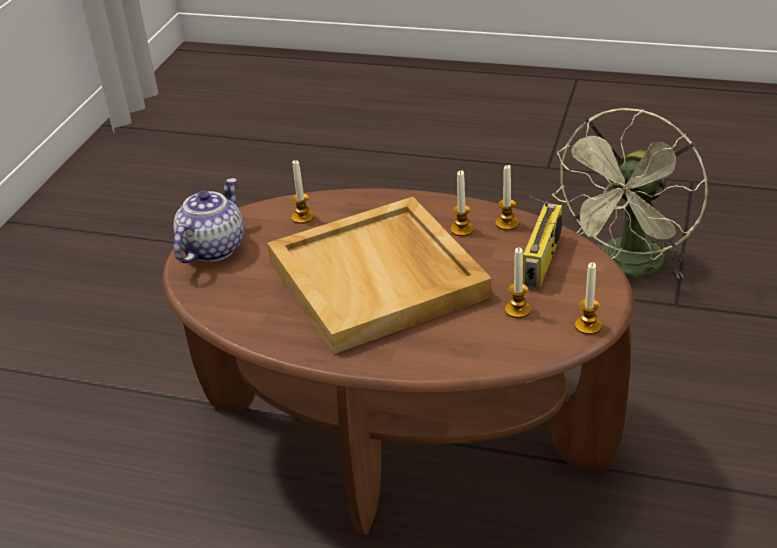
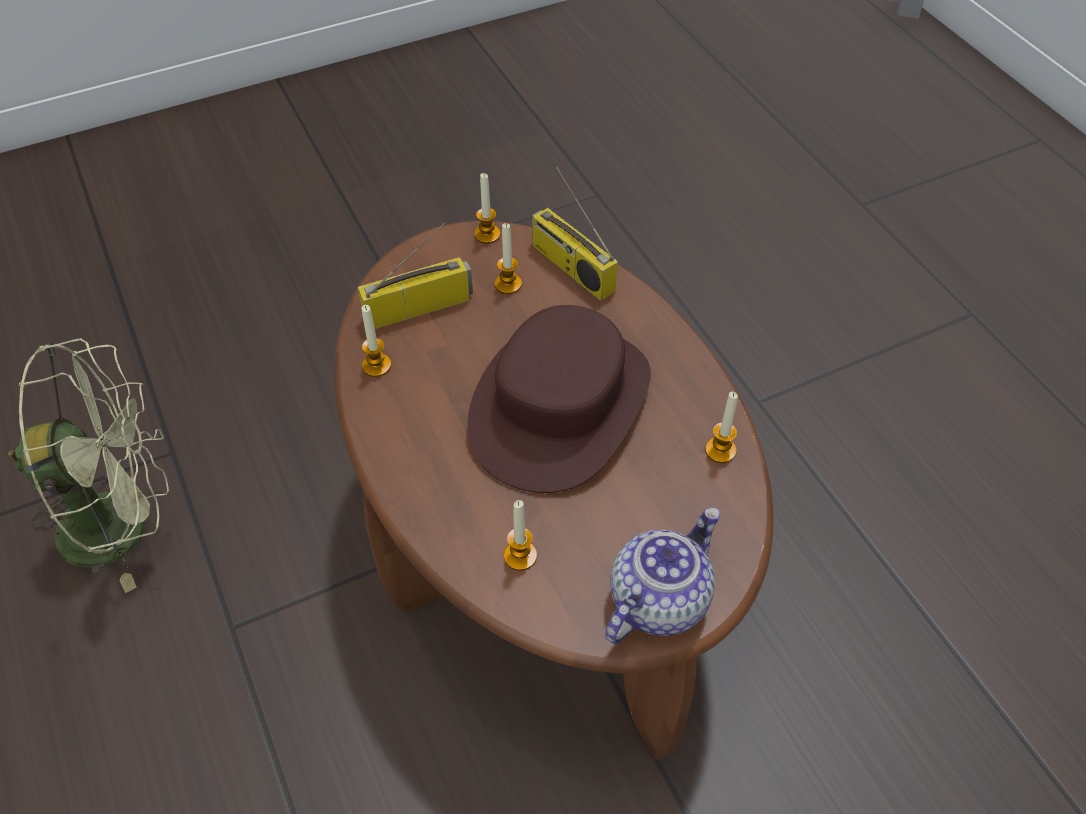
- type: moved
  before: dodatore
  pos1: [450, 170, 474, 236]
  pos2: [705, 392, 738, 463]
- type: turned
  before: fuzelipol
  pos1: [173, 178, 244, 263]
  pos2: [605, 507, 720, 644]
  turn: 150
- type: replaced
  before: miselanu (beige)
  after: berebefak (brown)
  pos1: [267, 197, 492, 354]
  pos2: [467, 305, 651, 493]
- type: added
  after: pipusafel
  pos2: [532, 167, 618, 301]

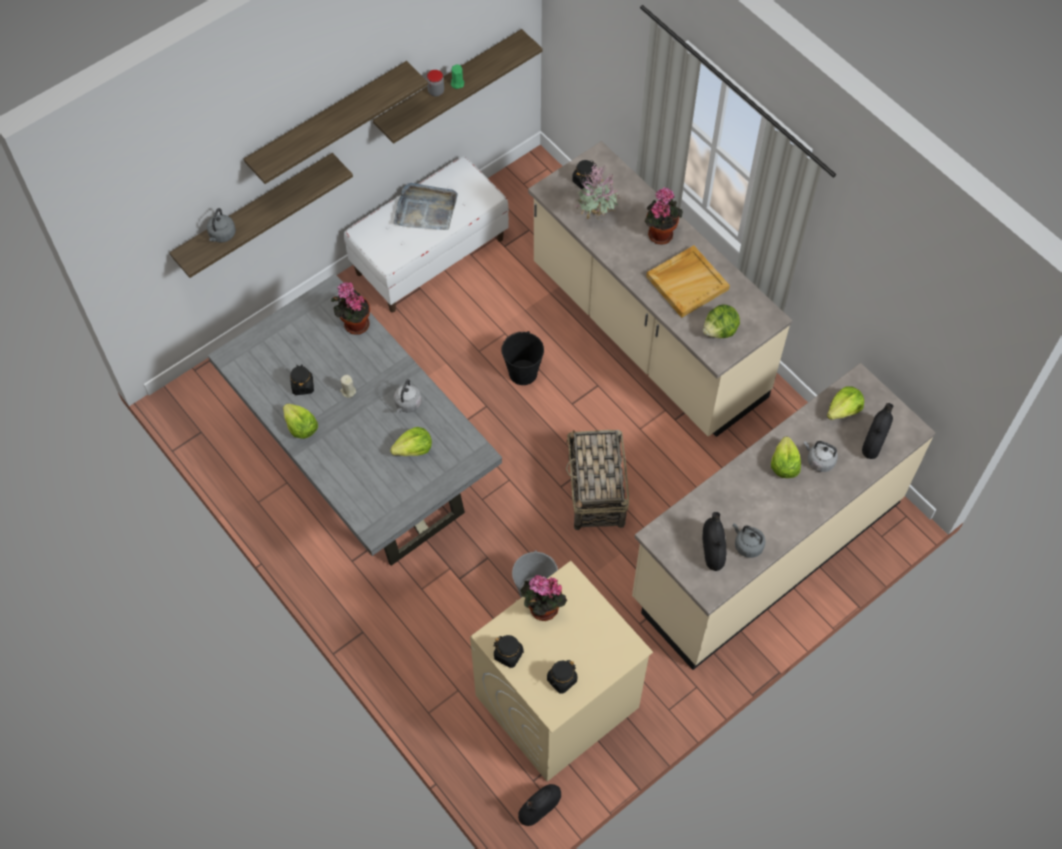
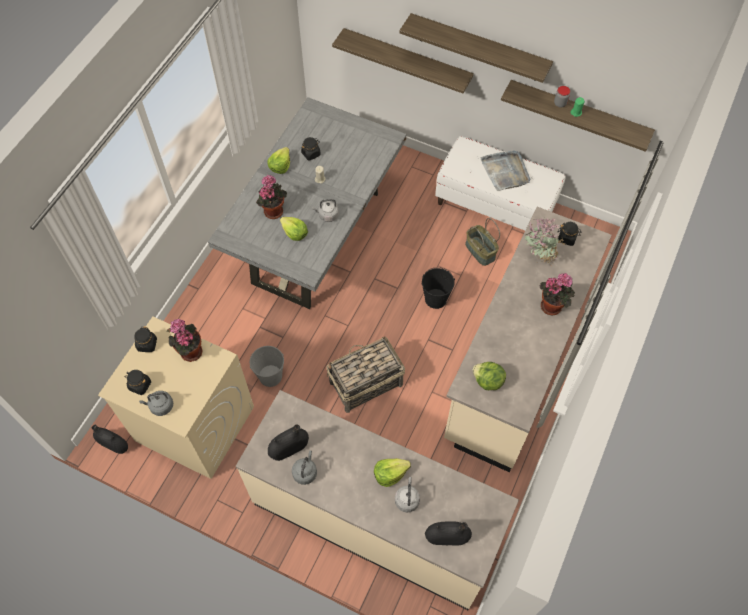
- type: moved
  before: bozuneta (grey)
  pos1: [207, 208, 236, 243]
  pos2: [139, 391, 173, 416]
- type: removed
  before: miselanu (beige)
  pos1: [646, 245, 730, 318]
- type: moved
  before: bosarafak
  pos1: [331, 282, 370, 335]
  pos2: [256, 175, 287, 219]
- type: removed
  before: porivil
  pos1: [827, 386, 864, 420]
- type: added
  after: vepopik
  pos2: [465, 218, 500, 266]

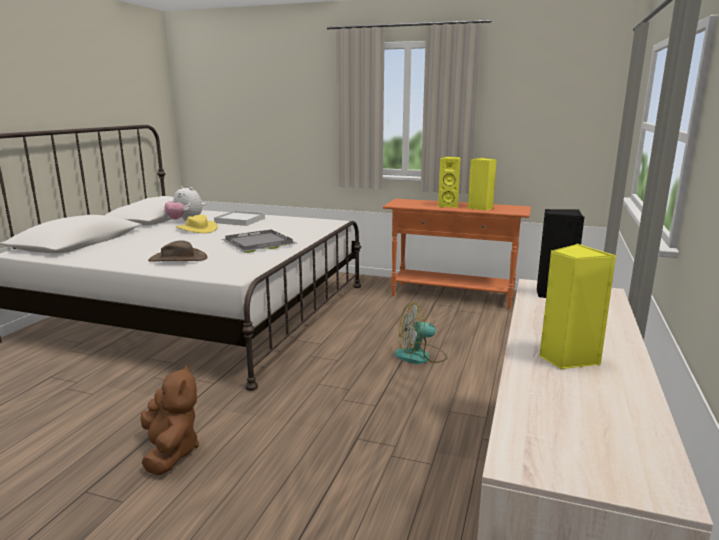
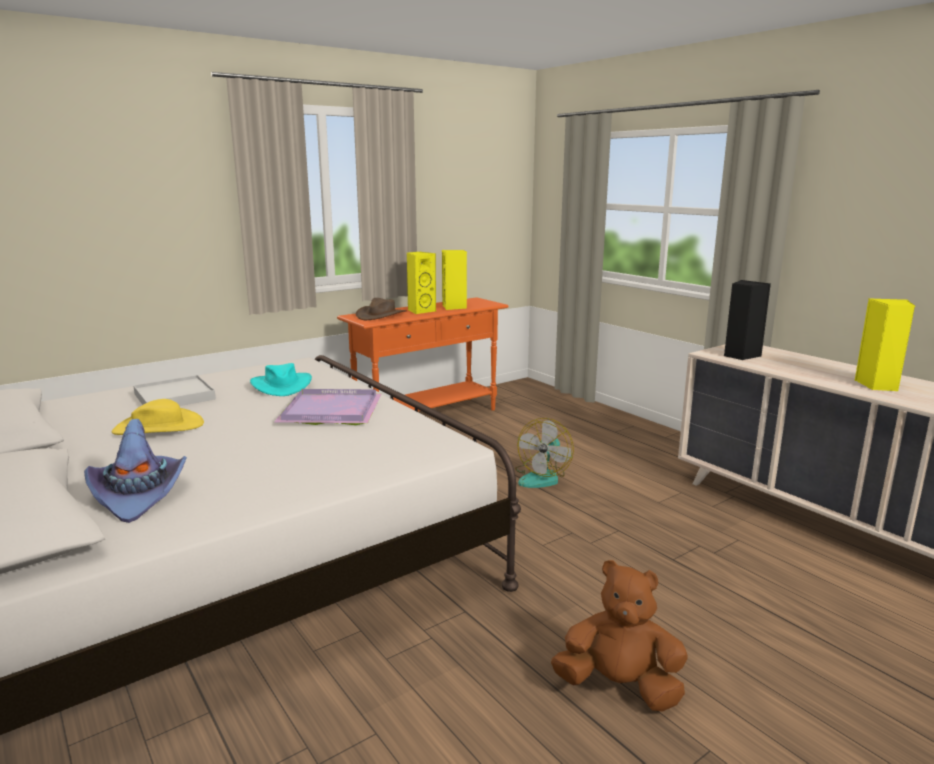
- type: removed
  before: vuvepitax
  pos1: [165, 186, 202, 221]
- type: recoloured
  before: miselanu (grey)
  after: miselanu (purple)
  pos1: [222, 230, 296, 253]
  pos2: [274, 389, 382, 425]
- type: moved
  before: berebefak (brown)
  pos1: [148, 240, 207, 262]
  pos2: [356, 298, 407, 320]
- type: added
  after: berebefak (turquoise)
  pos2: [250, 363, 312, 396]
- type: added
  after: berebefak (purple)
  pos2: [84, 419, 187, 523]

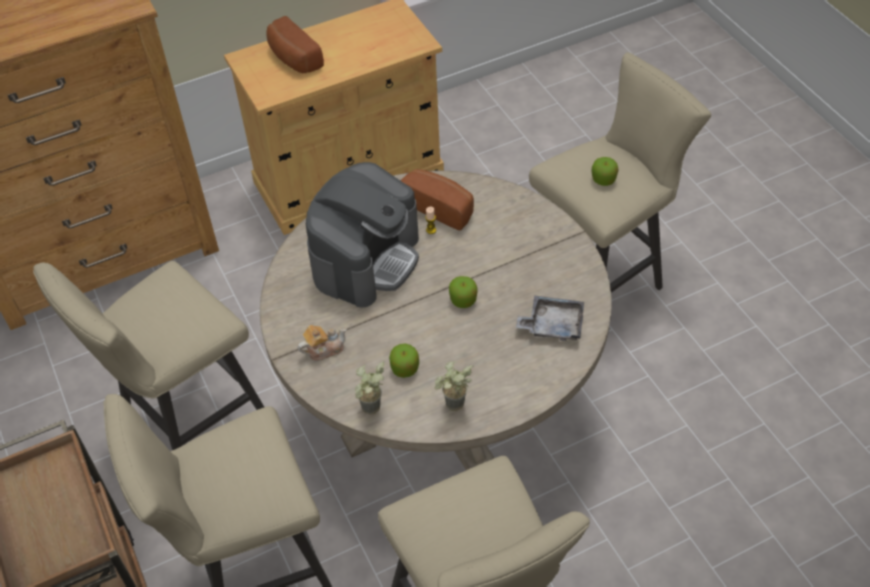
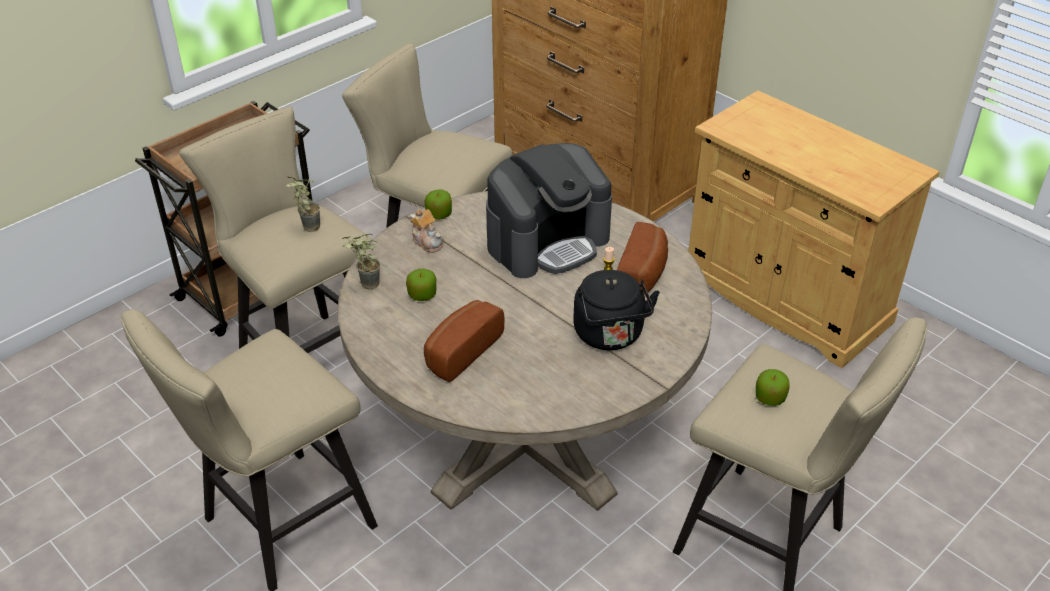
- type: moved
  before: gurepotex
  pos1: [266, 16, 324, 73]
  pos2: [424, 300, 504, 382]
- type: turned
  before: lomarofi
  pos1: [306, 162, 419, 308]
  pos2: [486, 143, 612, 278]
  turn: -45
- type: moved
  before: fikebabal
  pos1: [449, 276, 478, 308]
  pos2: [424, 189, 452, 220]
- type: removed
  before: miselanu (grey)
  pos1: [516, 295, 584, 341]
- type: moved
  before: bosarafak
  pos1: [434, 361, 474, 411]
  pos2: [286, 177, 320, 232]
- type: added
  after: bozuneta (black)
  pos2: [573, 270, 660, 350]

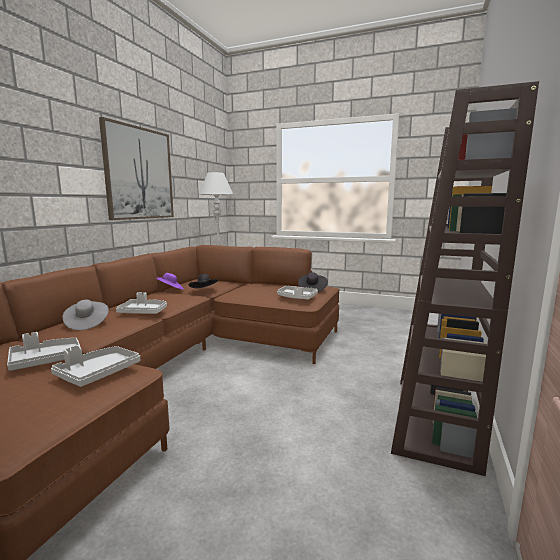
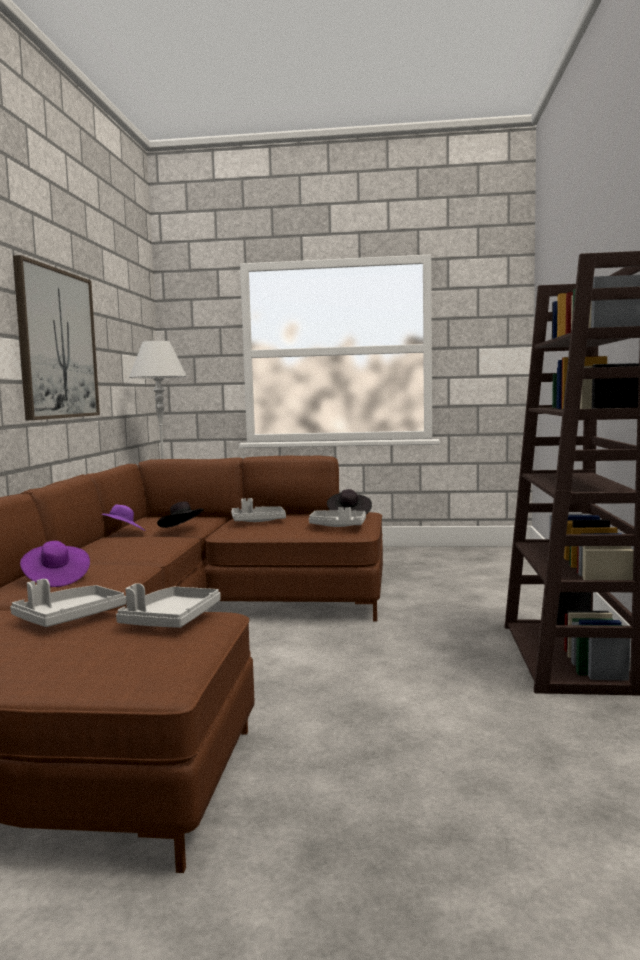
- type: moved
  before: miselanu (grey)
  pos1: [116, 292, 167, 314]
  pos2: [231, 498, 286, 522]
- type: recoloured
  before: berebefak (grey)
  after: berebefak (purple)
  pos1: [63, 300, 109, 330]
  pos2: [20, 541, 90, 587]

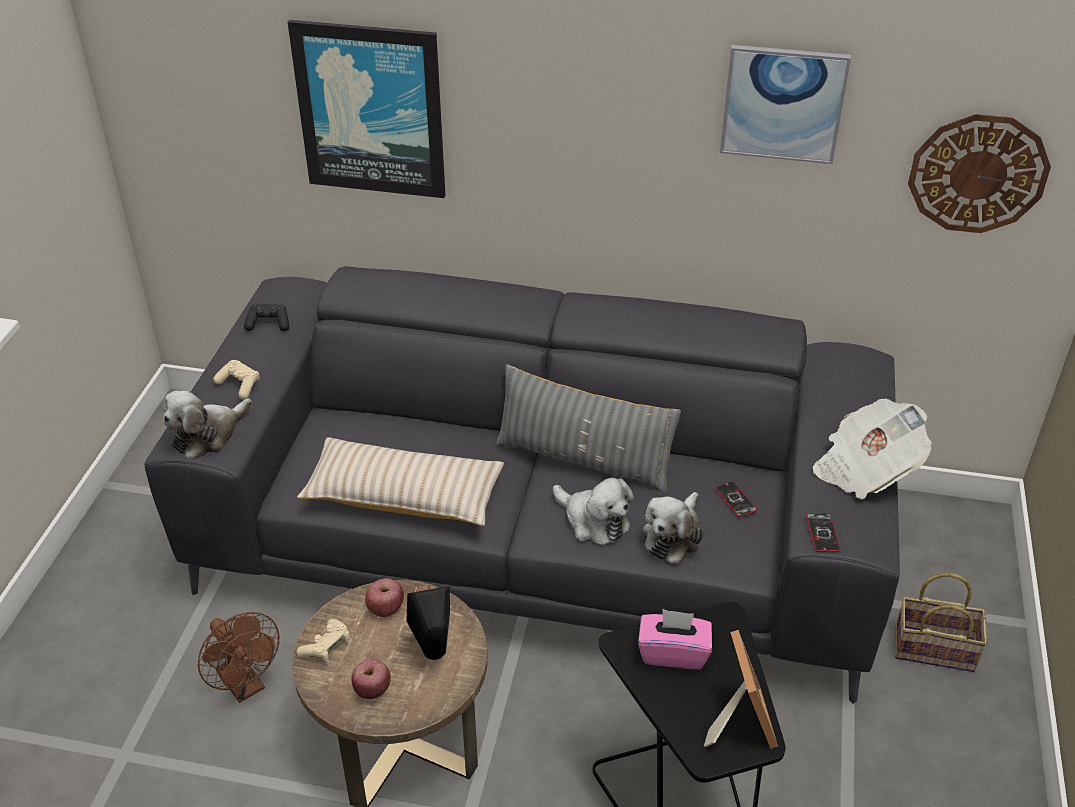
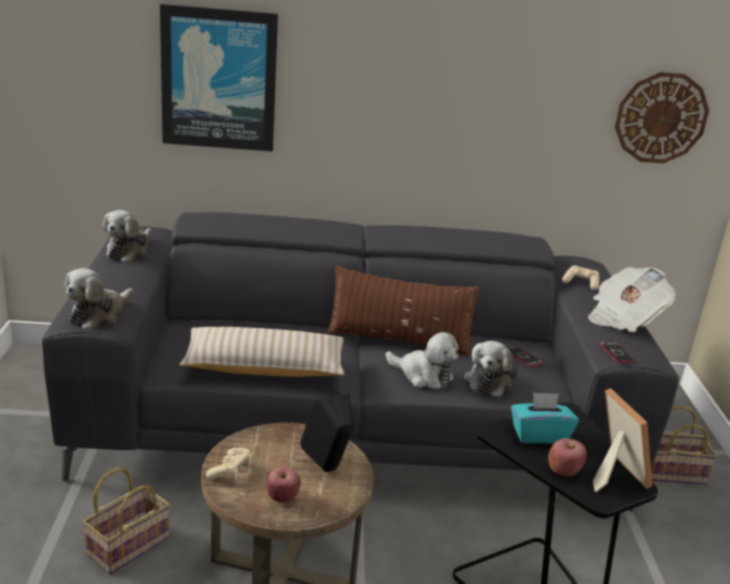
- type: removed
  before: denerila
  pos1: [720, 45, 851, 164]
- type: replaced
  before: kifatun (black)
  after: vuvepitax
  pos1: [244, 304, 289, 331]
  pos2: [103, 210, 152, 262]
- type: moved
  before: kifatun (beige)
  pos1: [213, 360, 259, 400]
  pos2: [562, 265, 599, 291]
- type: recoloured
  before: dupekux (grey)
  after: dupekux (brown)
  pos1: [495, 364, 681, 492]
  pos2: [327, 266, 480, 356]
- type: moved
  before: fikebabal
  pos1: [365, 578, 404, 617]
  pos2: [548, 438, 587, 476]
- type: recoloured
  before: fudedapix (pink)
  after: fudedapix (turquoise)
  pos1: [638, 609, 712, 669]
  pos2: [511, 392, 579, 444]
- type: replaced
  before: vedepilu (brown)
  after: vepopik
  pos1: [198, 612, 279, 703]
  pos2: [83, 467, 170, 574]

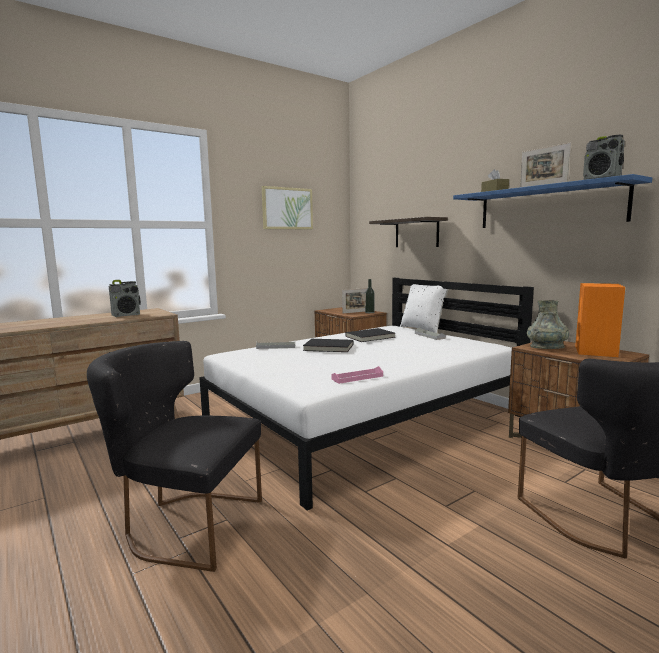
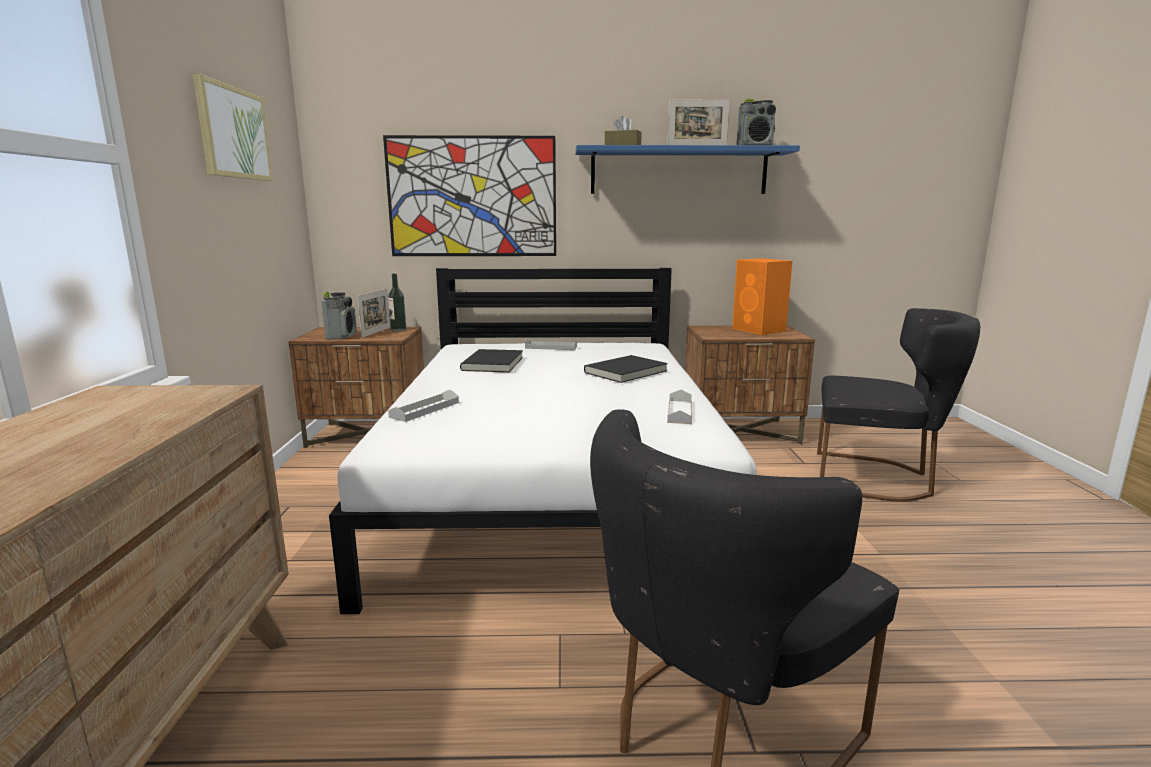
- type: replaced
  before: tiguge
  after: denerila
  pos1: [369, 217, 448, 247]
  pos2: [383, 135, 556, 256]
- type: moved
  before: pipusafel
  pos1: [109, 280, 141, 317]
  pos2: [321, 292, 357, 340]
- type: removed
  before: dupekux (white)
  pos1: [400, 284, 448, 333]
- type: removed
  before: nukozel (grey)
  pos1: [527, 300, 569, 349]
- type: moved
  before: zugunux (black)
  pos1: [303, 339, 354, 352]
  pos2: [584, 355, 668, 383]
- type: recoloured
  before: miselanu (pink)
  after: miselanu (grey)
  pos1: [331, 366, 383, 384]
  pos2: [667, 390, 692, 424]

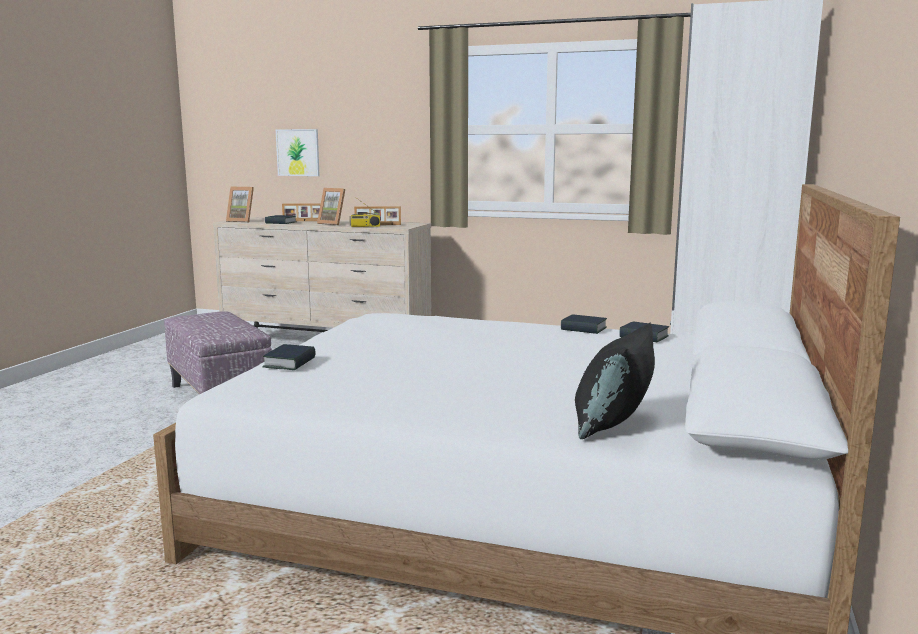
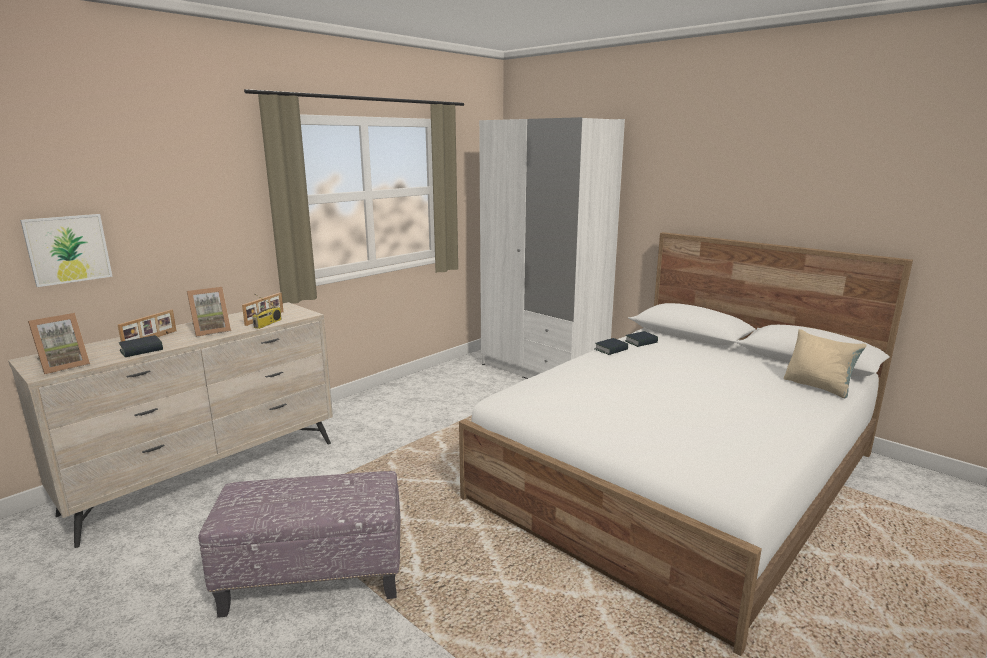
- type: recoloured
  before: dupekux (black)
  after: dupekux (beige)
  pos1: [575, 323, 655, 439]
  pos2: [784, 329, 867, 398]
- type: removed
  before: zugunux
  pos1: [262, 344, 316, 370]

